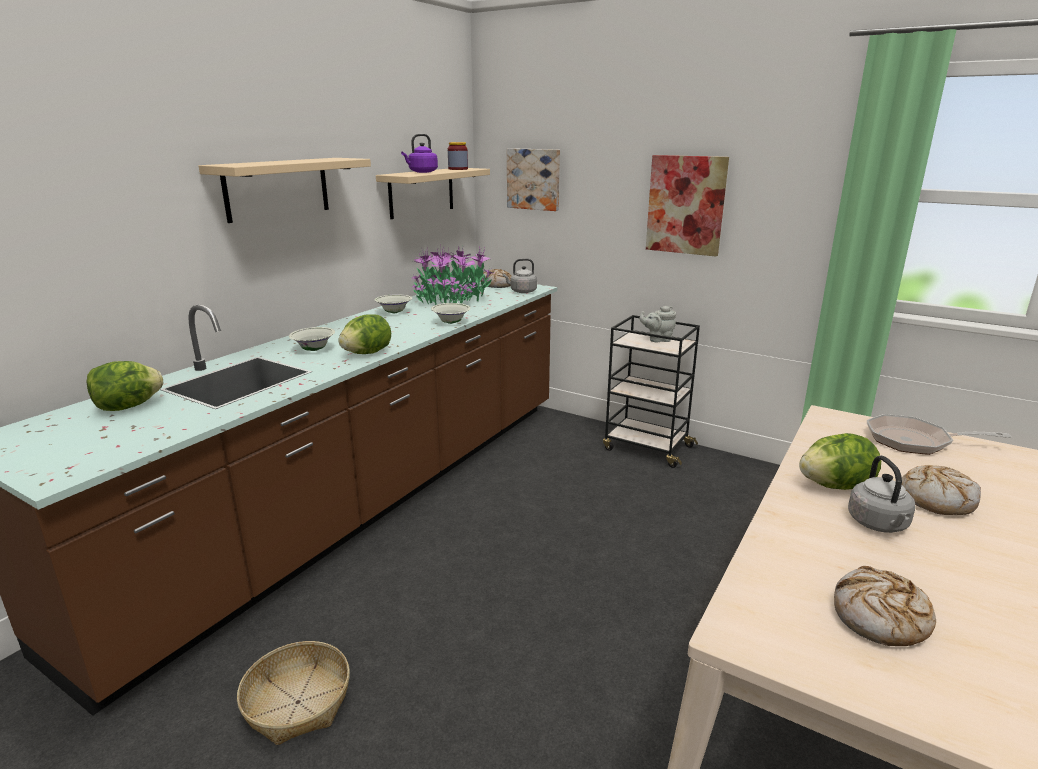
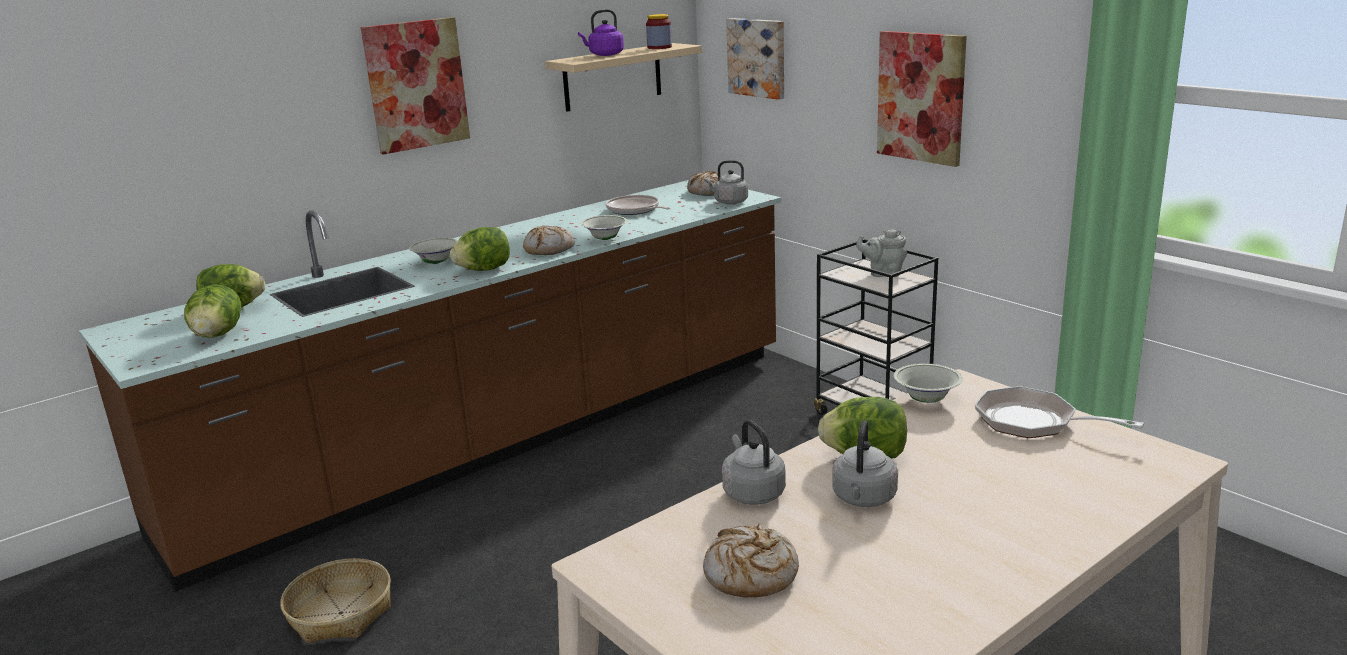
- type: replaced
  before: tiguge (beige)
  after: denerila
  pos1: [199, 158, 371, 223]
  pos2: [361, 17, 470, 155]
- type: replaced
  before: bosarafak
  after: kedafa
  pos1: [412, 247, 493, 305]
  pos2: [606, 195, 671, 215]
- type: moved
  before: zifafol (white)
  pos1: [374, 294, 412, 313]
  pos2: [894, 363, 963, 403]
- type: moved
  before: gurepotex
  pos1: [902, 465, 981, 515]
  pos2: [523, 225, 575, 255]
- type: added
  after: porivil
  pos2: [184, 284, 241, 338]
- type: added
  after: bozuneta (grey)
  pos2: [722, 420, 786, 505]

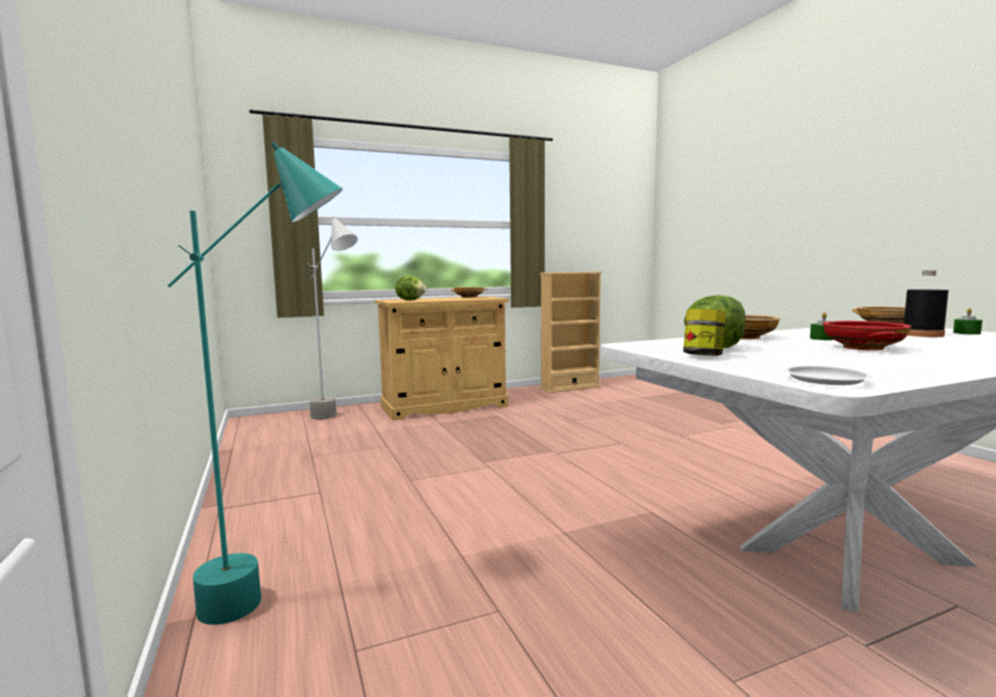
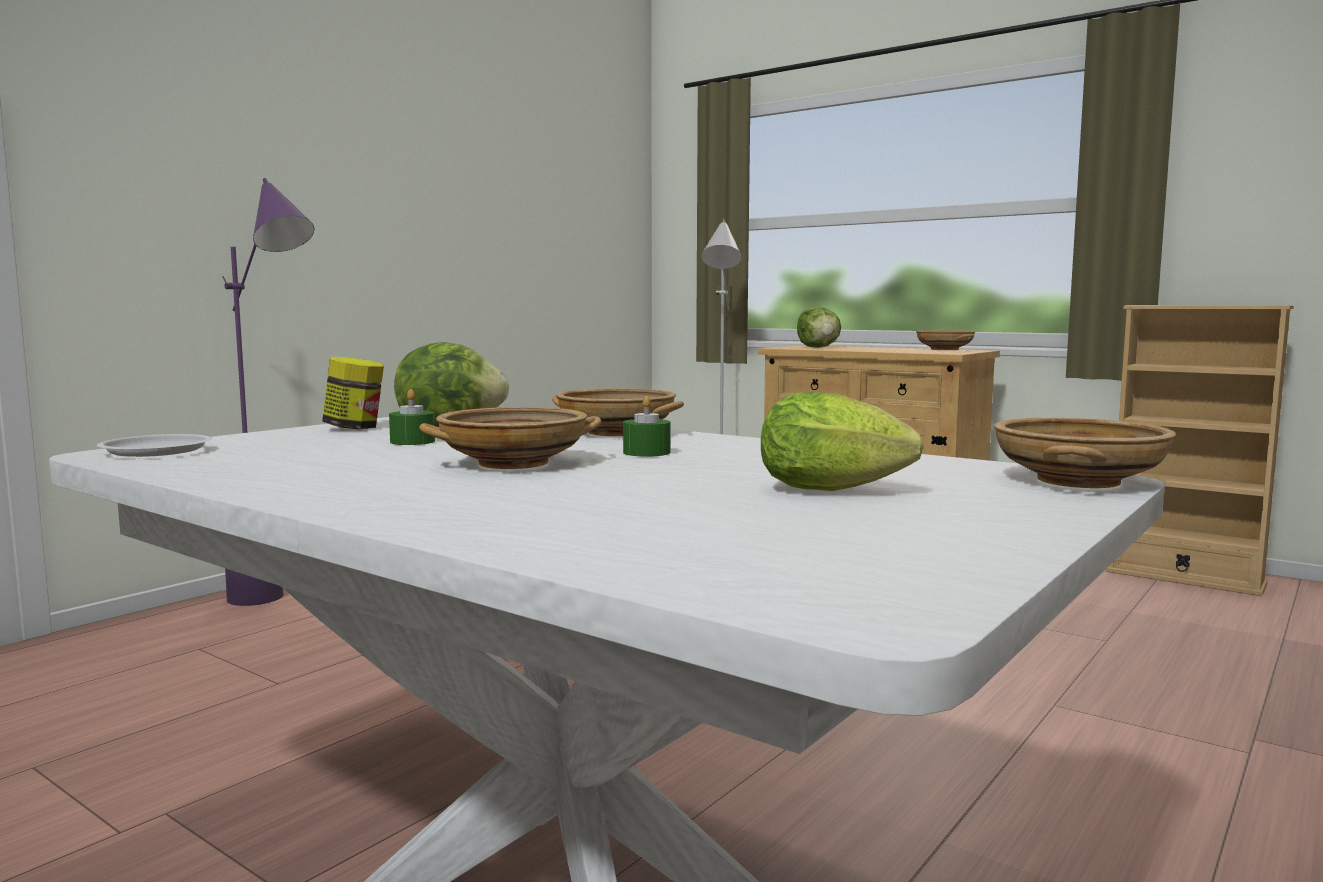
- type: recoloured
  before: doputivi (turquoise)
  after: doputivi (purple)
  pos1: [167, 142, 343, 625]
  pos2: [222, 178, 314, 606]
- type: replaced
  before: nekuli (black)
  after: porivil
  pos1: [904, 270, 949, 337]
  pos2: [761, 392, 924, 491]
- type: moved
  before: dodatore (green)
  pos1: [953, 308, 982, 335]
  pos2: [389, 389, 435, 445]
- type: recoloured
  before: zifafol (red)
  after: zifafol (beige)
  pos1: [823, 321, 911, 350]
  pos2: [419, 407, 601, 469]

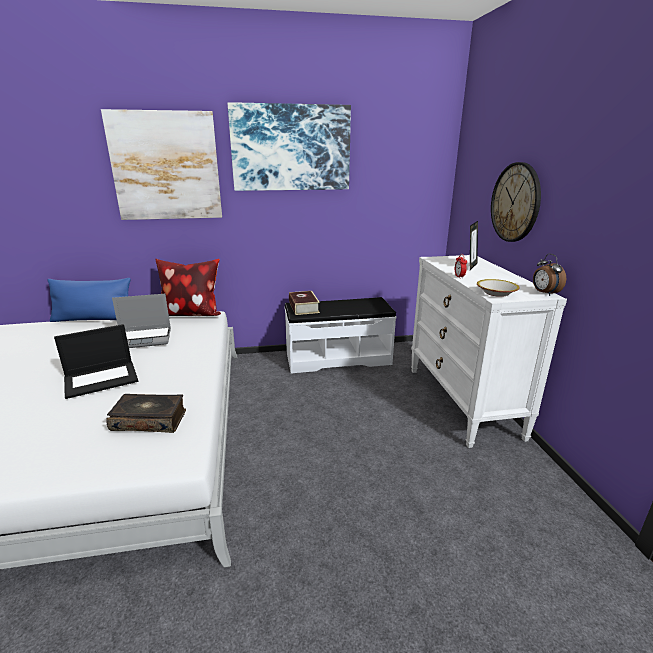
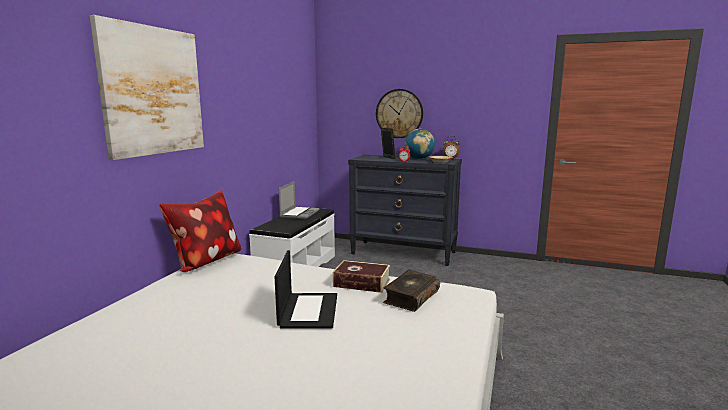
- type: removed
  before: denerila
  pos1: [227, 102, 351, 191]
- type: recoloured
  before: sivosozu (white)
  after: sivosozu (black)
  pos1: [411, 255, 567, 448]
  pos2: [348, 155, 462, 266]
- type: removed
  before: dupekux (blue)
  pos1: [48, 278, 131, 322]
- type: moved
  before: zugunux
  pos1: [289, 291, 320, 315]
  pos2: [332, 260, 390, 293]
- type: moved
  before: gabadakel
  pos1: [112, 294, 171, 348]
  pos2: [279, 181, 320, 219]
- type: added
  after: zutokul
  pos2: [404, 129, 435, 159]

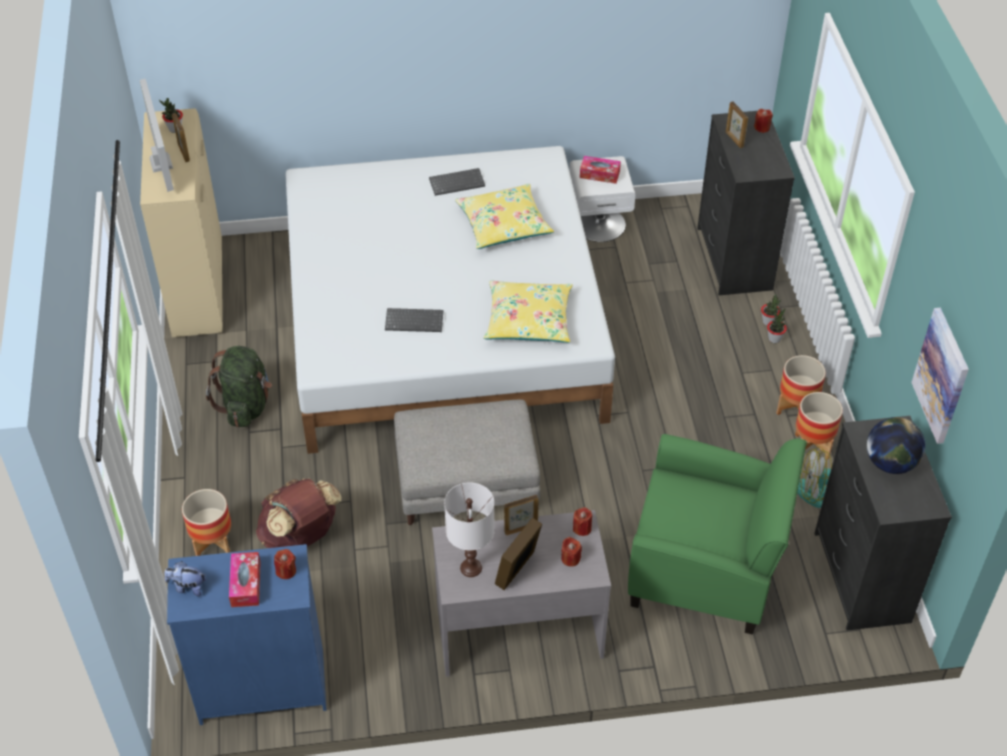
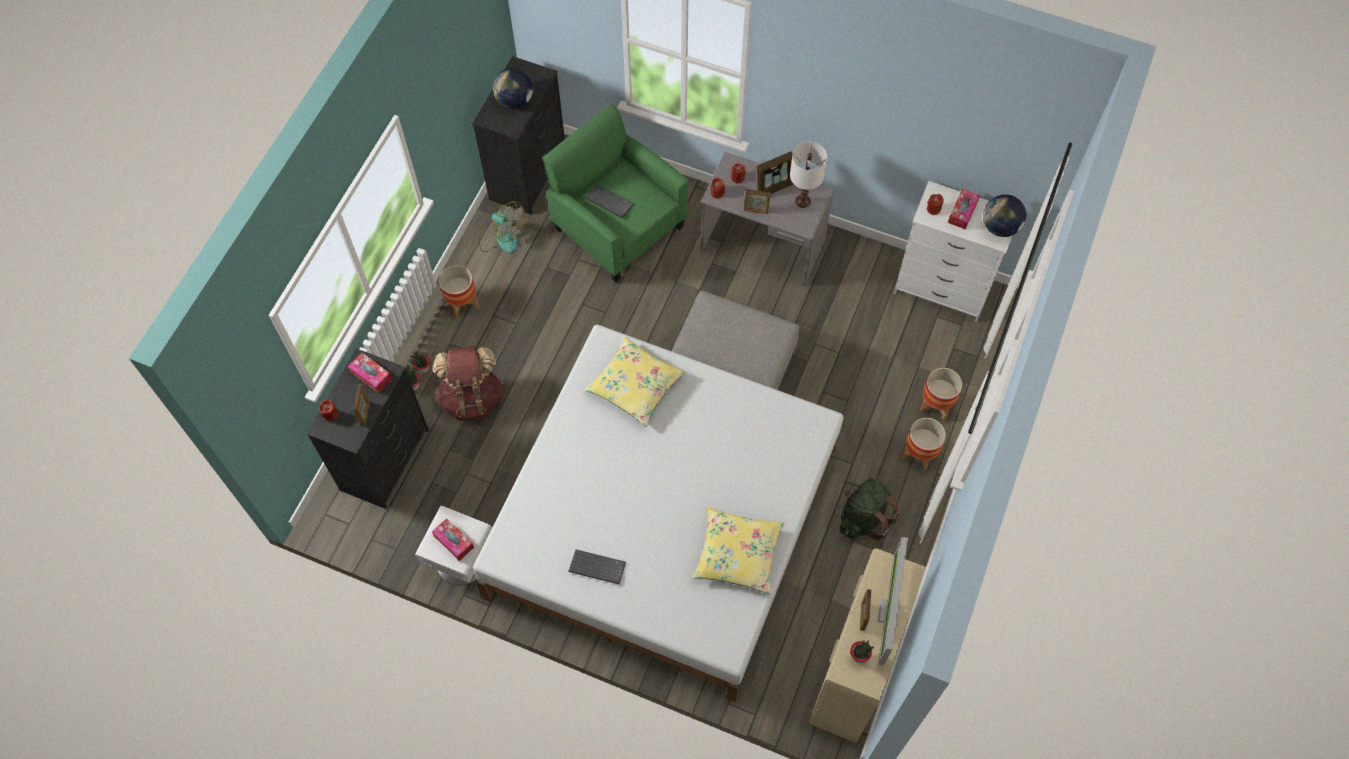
- type: moved
  before: dupekux (yellow)
  pos1: [455, 184, 554, 249]
  pos2: [692, 508, 784, 594]
- type: moved
  before: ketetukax
  pos1: [385, 308, 443, 332]
  pos2: [584, 184, 634, 218]
- type: removed
  before: denerila
  pos1: [911, 308, 969, 444]
- type: moved
  before: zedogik
  pos1: [795, 392, 843, 460]
  pos2: [902, 418, 946, 471]
- type: moved
  before: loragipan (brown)
  pos1: [256, 478, 342, 548]
  pos2: [433, 346, 504, 421]
- type: recoloured
  before: sivosozu (blue)
  after: sivosozu (white)
  pos1: [167, 544, 326, 725]
  pos2: [894, 181, 1013, 322]
- type: replaced
  before: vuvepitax
  after: zutokul
  pos1: [165, 561, 206, 596]
  pos2: [983, 194, 1026, 237]
- type: added
  after: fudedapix
  pos2: [348, 352, 392, 393]

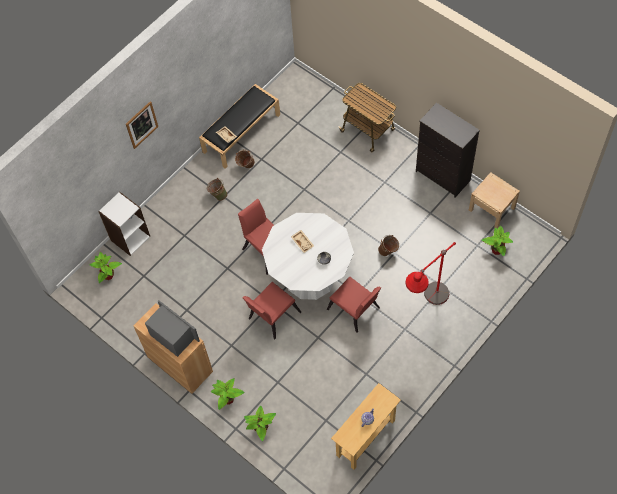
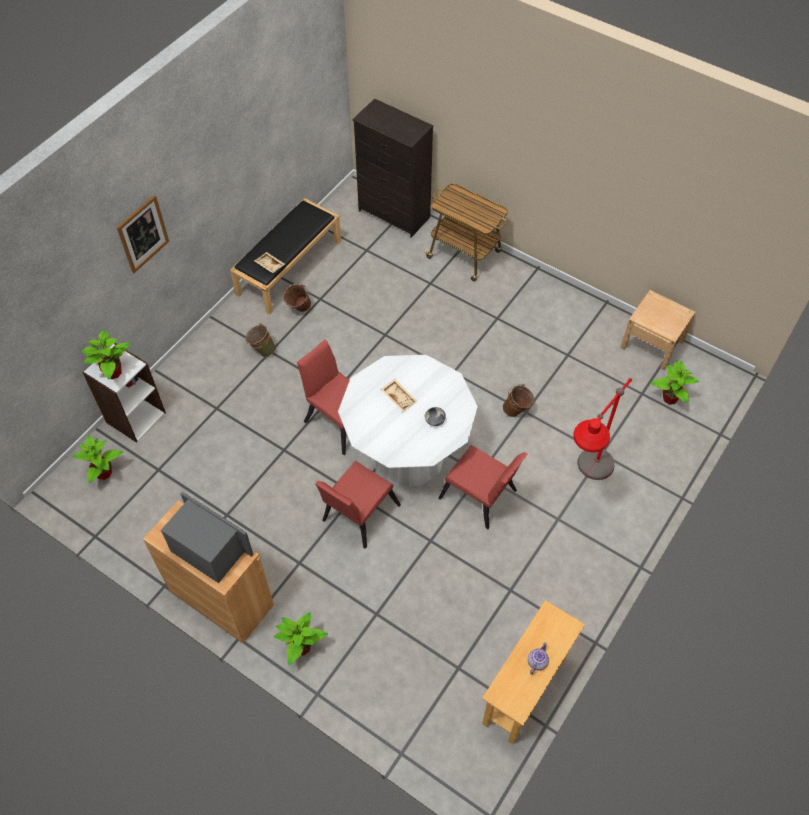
- type: moved
  before: sivosozu (black)
  pos1: [416, 103, 480, 198]
  pos2: [353, 99, 434, 238]
- type: moved
  before: bosarafak
  pos1: [244, 406, 276, 441]
  pos2: [81, 330, 130, 379]

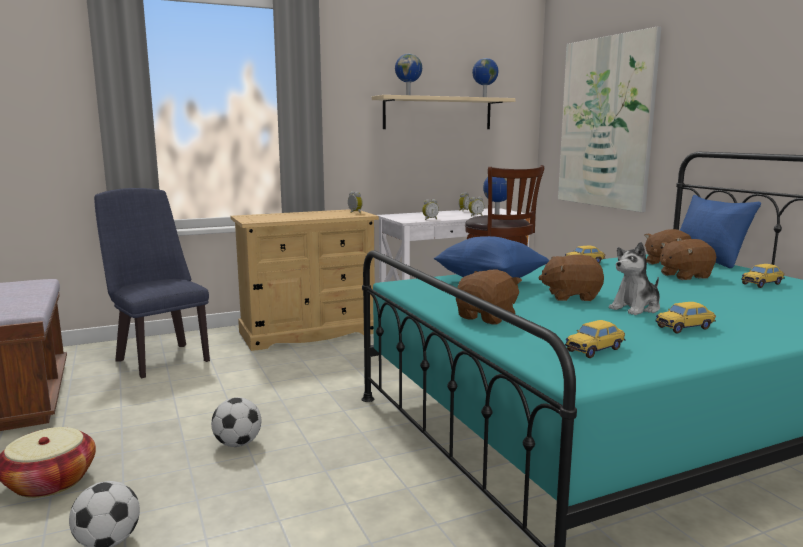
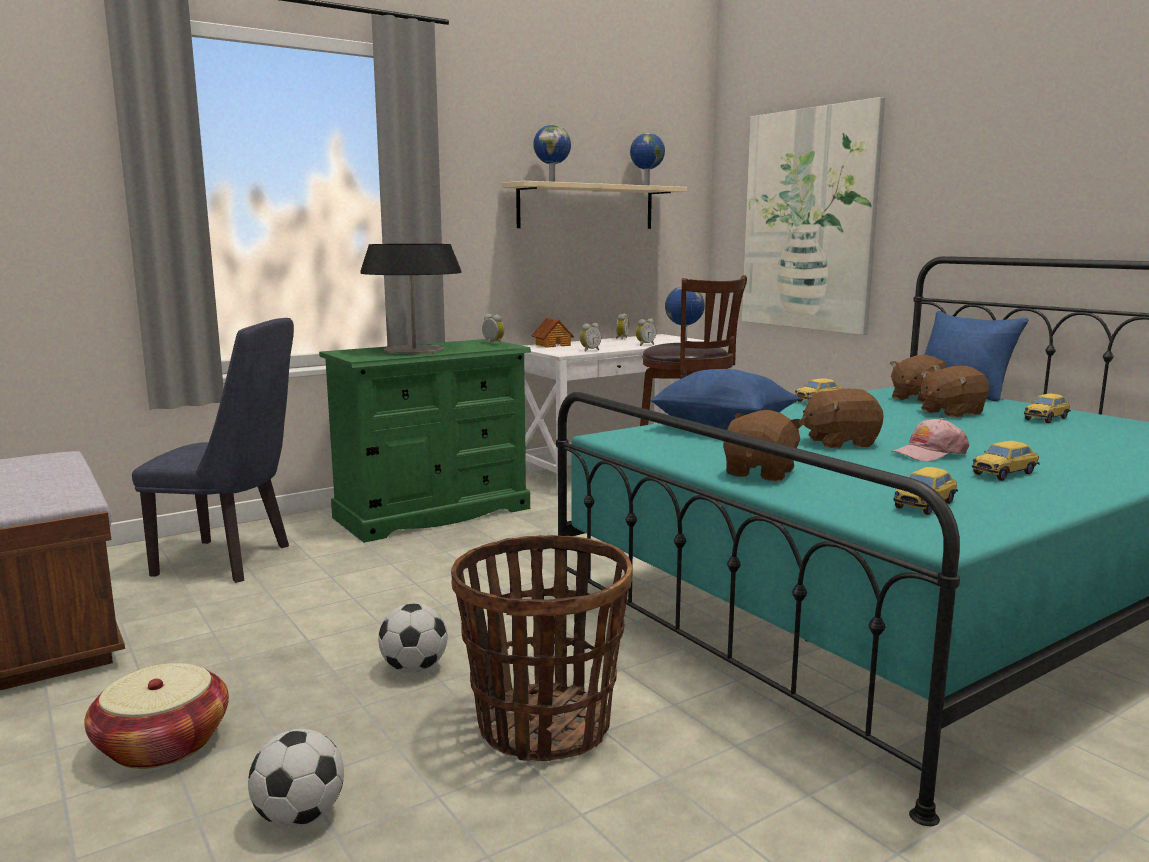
- type: turned
  before: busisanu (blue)
  pos1: [94, 188, 210, 378]
  pos2: [132, 318, 294, 583]
  turn: 150
- type: recoloured
  before: sivosozu (beige)
  after: sivosozu (green)
  pos1: [231, 209, 379, 351]
  pos2: [319, 339, 531, 543]
- type: replaced
  before: vuvepitax
  after: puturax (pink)
  pos1: [609, 242, 660, 315]
  pos2: [891, 418, 969, 462]
- type: added
  after: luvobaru
  pos2: [360, 244, 461, 354]
- type: added
  after: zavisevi
  pos2: [532, 318, 574, 348]
- type: added
  after: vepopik
  pos2: [451, 535, 632, 761]

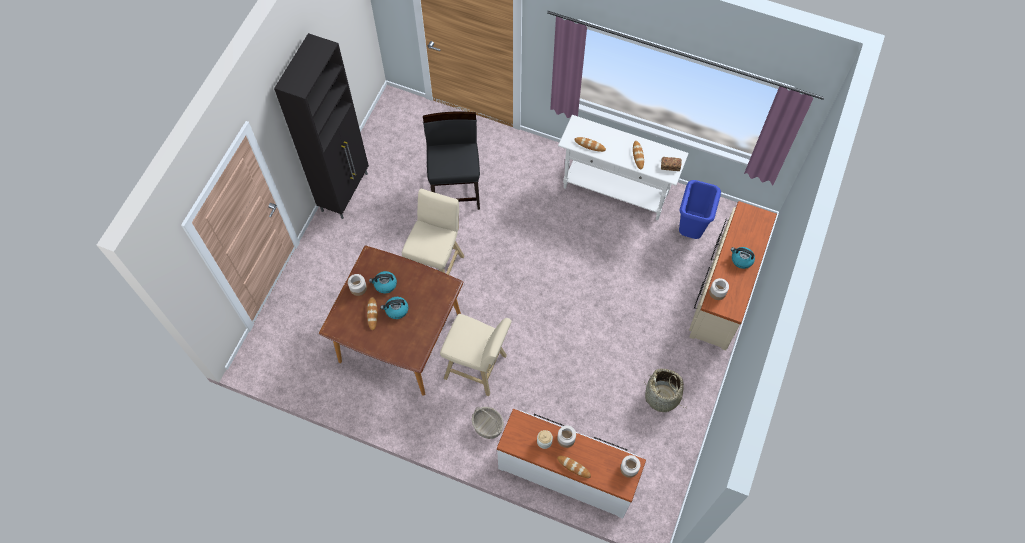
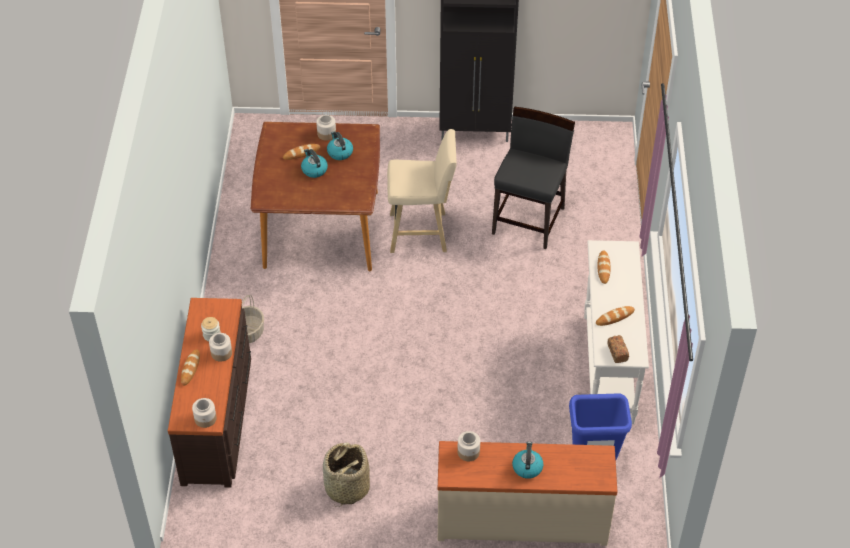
- type: turned
  before: busisanu (black)
  pos1: [423, 112, 480, 210]
  pos2: [492, 107, 575, 249]
  turn: -45
- type: removed
  before: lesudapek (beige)
  pos1: [440, 314, 512, 396]
- type: recoloured
  before: sivosozu (white)
  after: sivosozu (brown)
  pos1: [497, 409, 646, 519]
  pos2: [168, 298, 251, 488]

